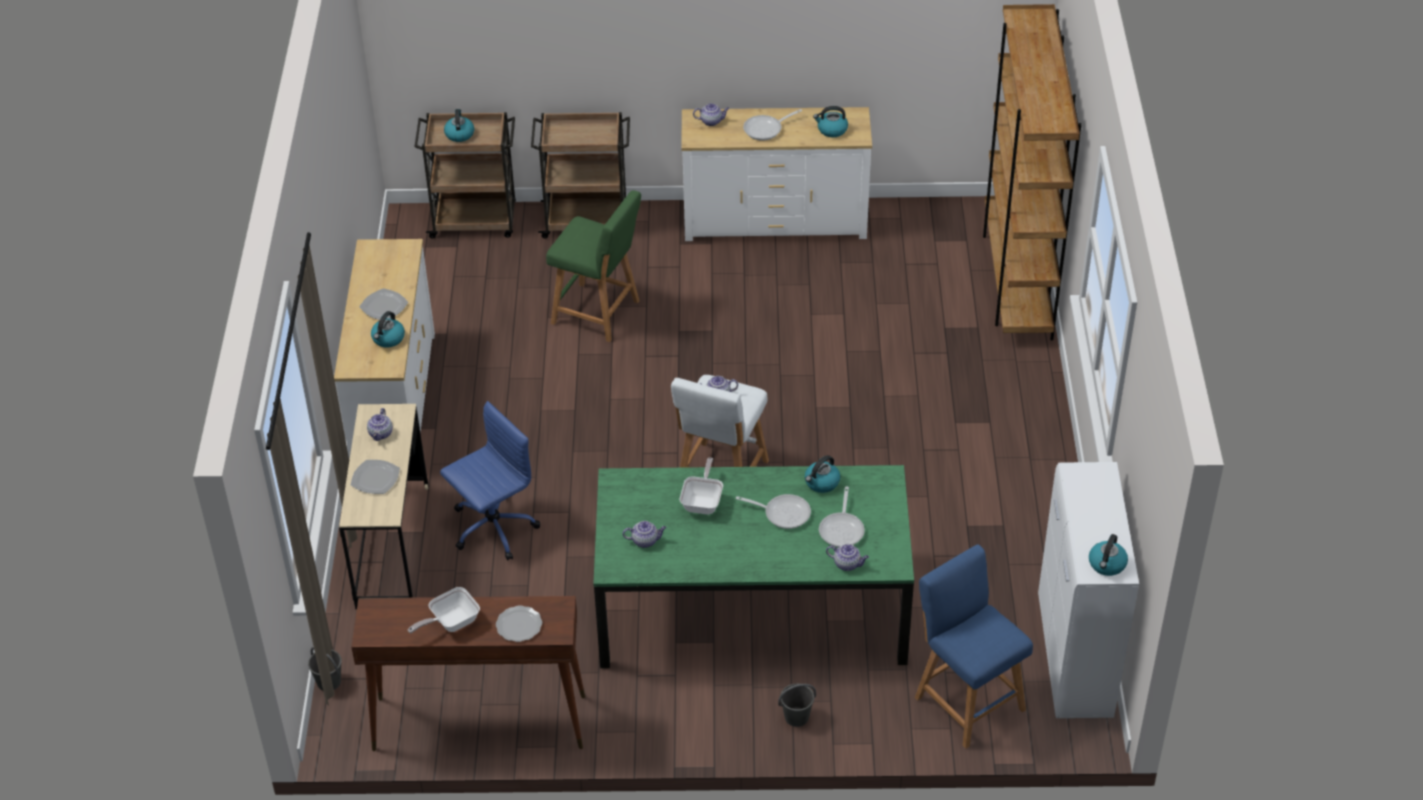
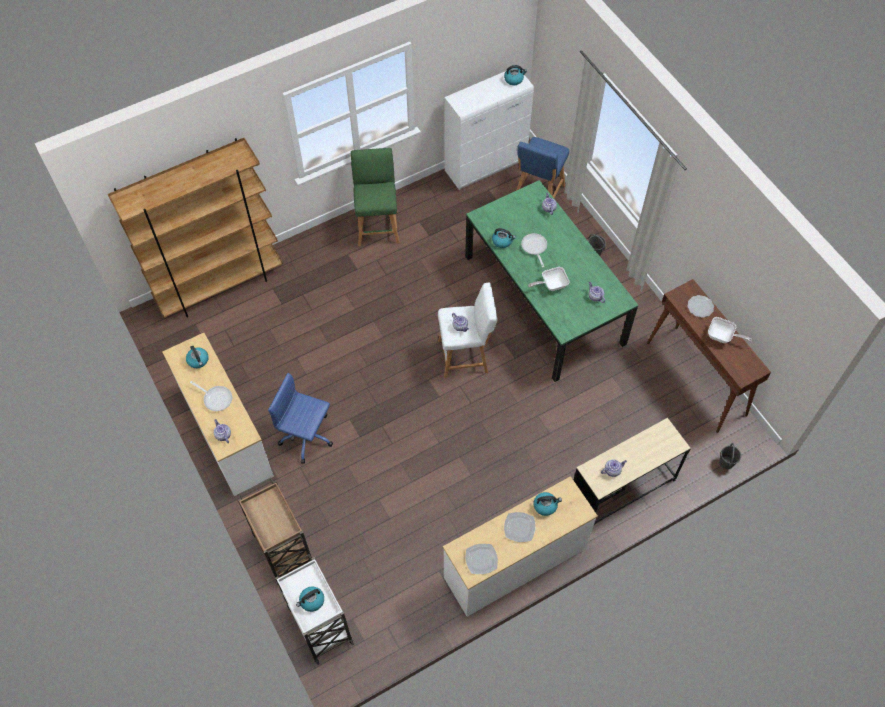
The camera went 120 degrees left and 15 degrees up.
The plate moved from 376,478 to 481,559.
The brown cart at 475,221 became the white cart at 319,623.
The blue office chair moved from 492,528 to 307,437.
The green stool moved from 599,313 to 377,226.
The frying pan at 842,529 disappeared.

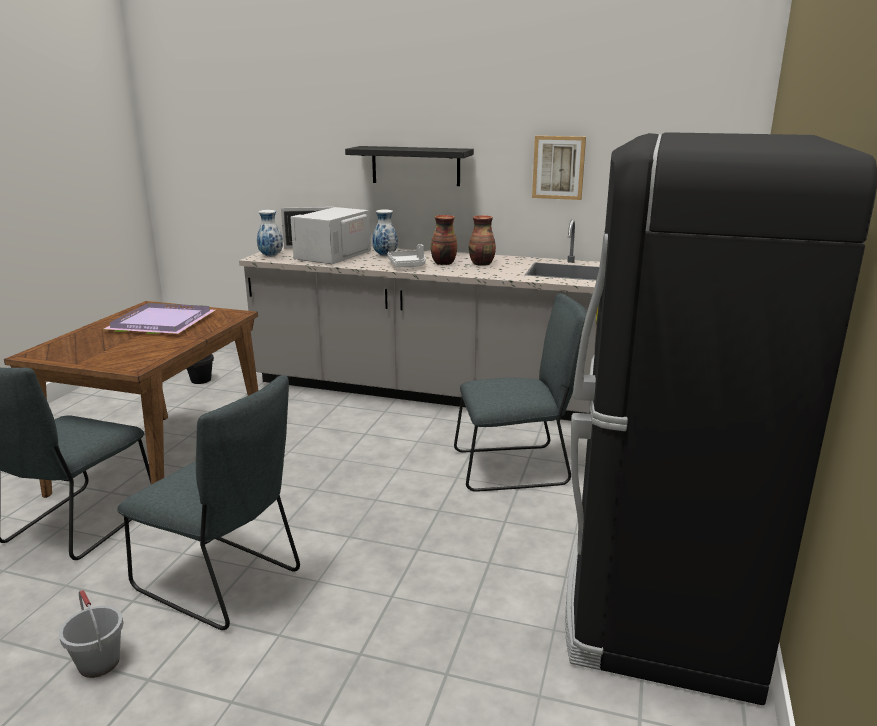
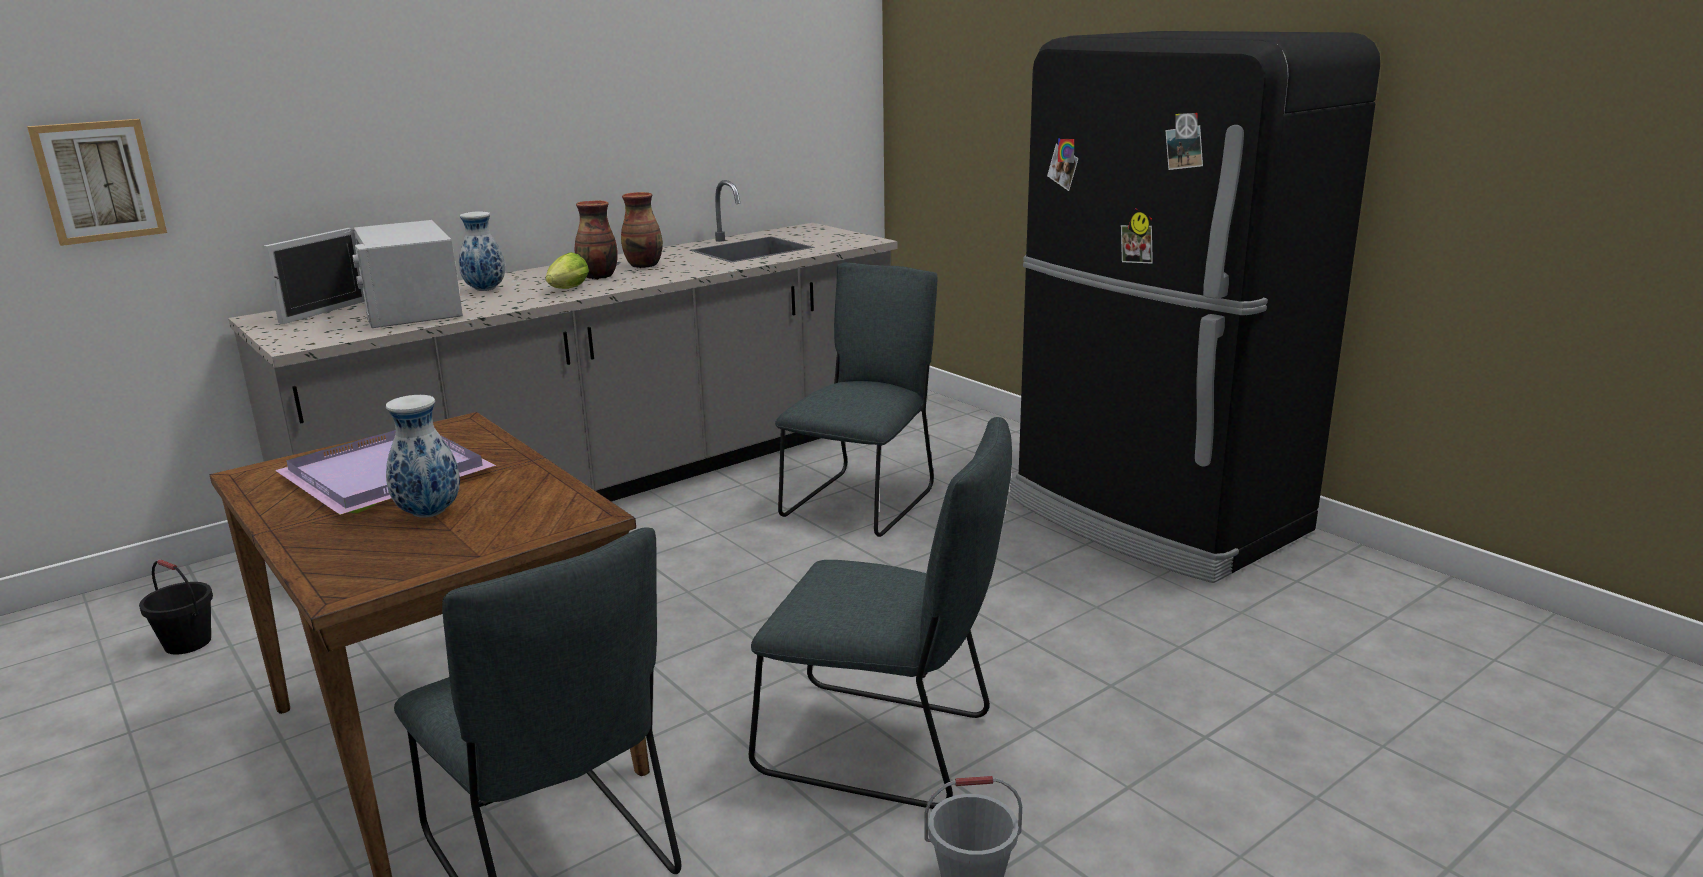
The camera went 55 degrees left and 0 degrees up.
The grey chair at 223,583 turned 45 degrees clockwise.
The vase moved from 271,256 to 429,513.
The black shelf at 415,166 disappeared.
The grey tray at 408,265 was replaced by the lettuce at 566,290.
The picture moved from 558,167 to 99,181.

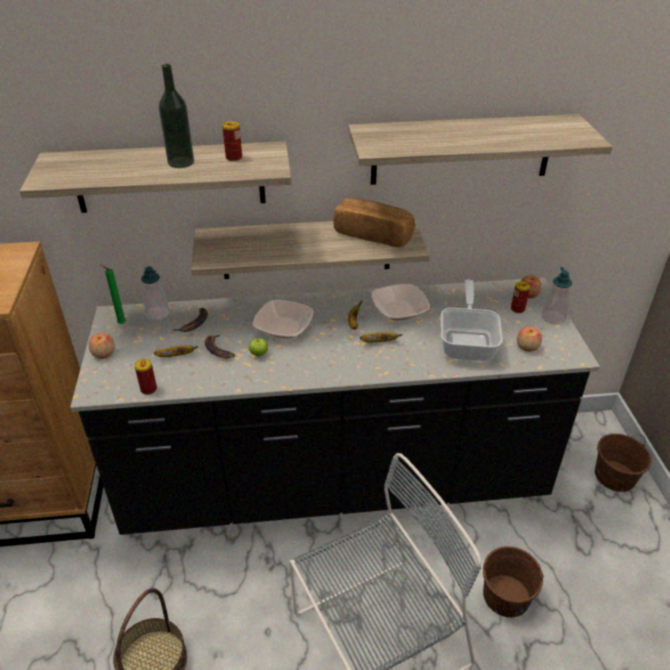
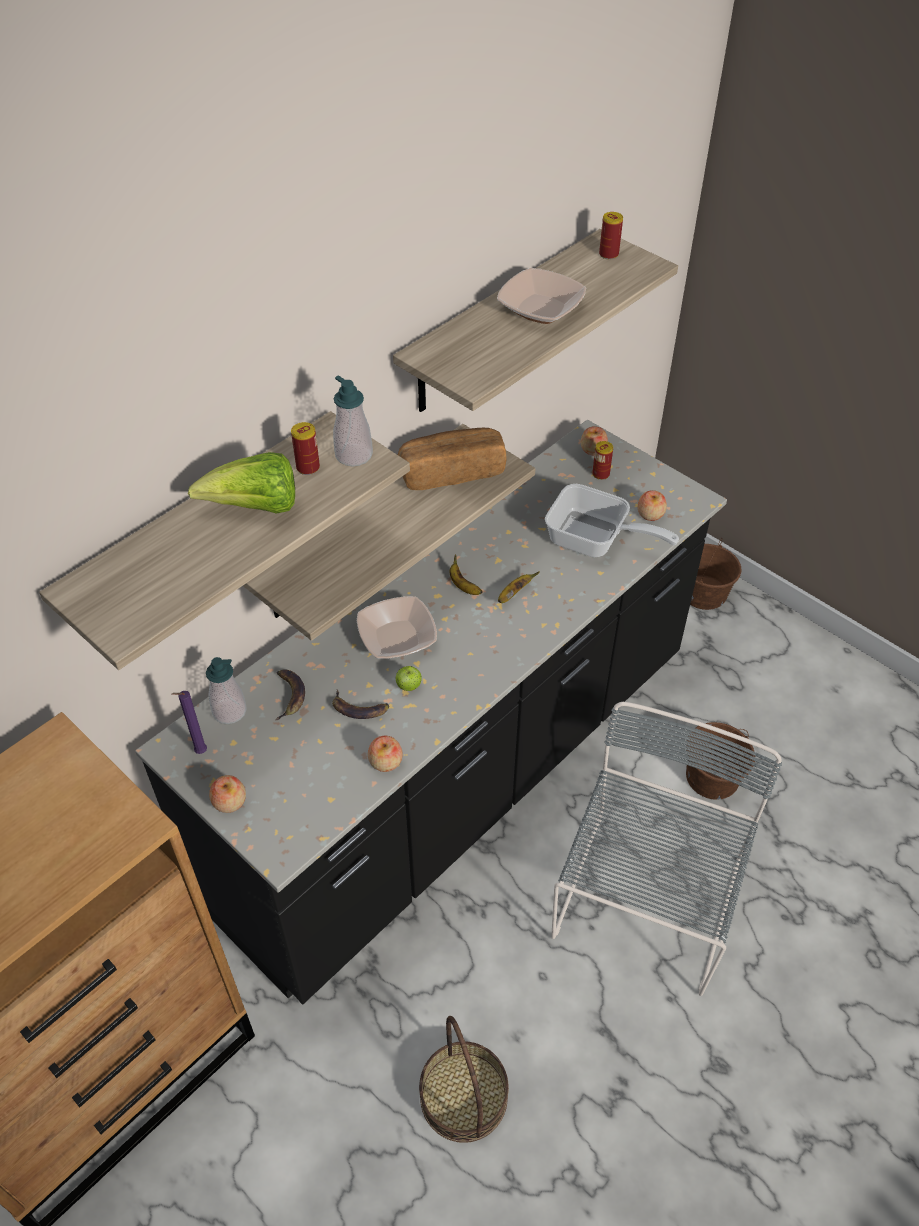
The camera went 40 degrees left and 10 degrees up.
The green candle at 120,323 became the purple candle at 199,752.
The can moved from 148,389 to 608,254.
The banana at 177,356 disappeared.
The bottle at 181,162 was replaced by the lettuce at 255,508.
The bowl moved from 399,310 to 540,309.
The frying pan at 468,342 turned 150 degrees clockwise.
The soap dispenser moved from 553,318 to 354,455.
The apple at 385,761 appeared.

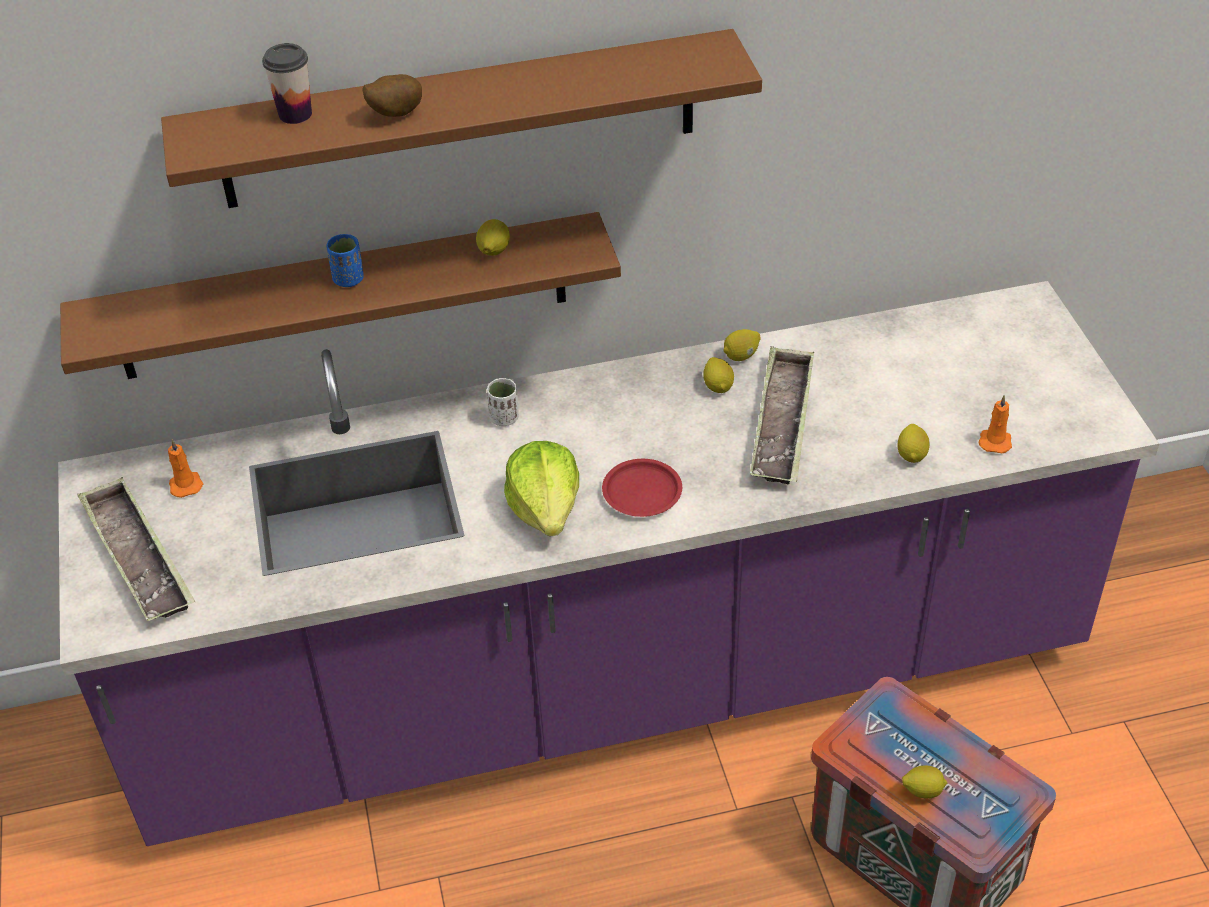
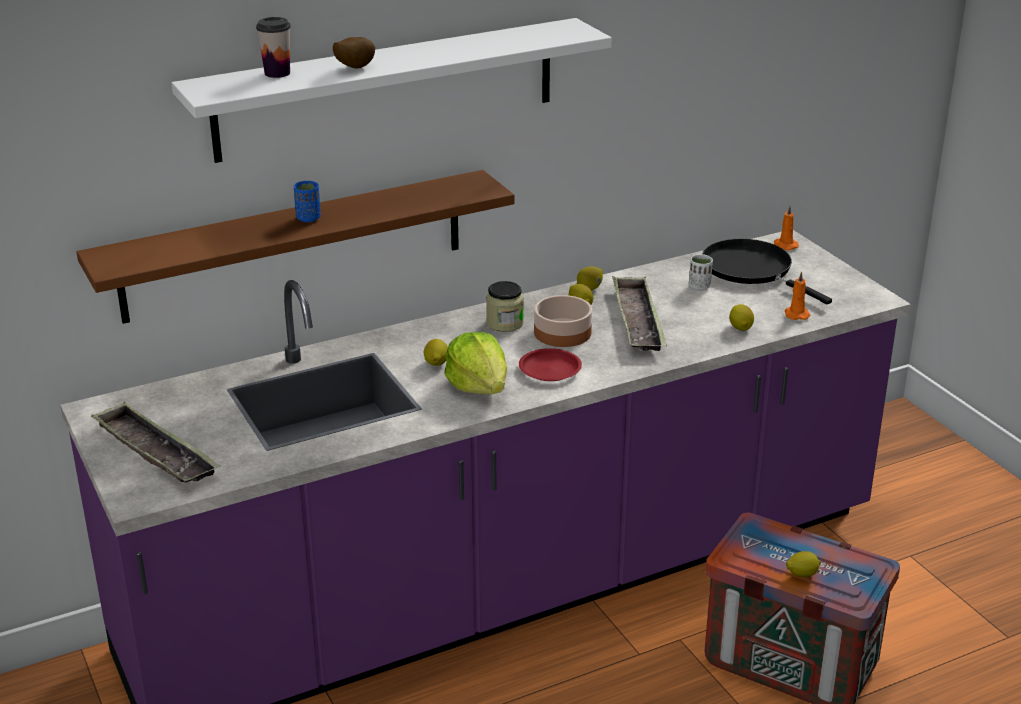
The camera went 15 degrees left and 15 degrees down.
The brown shelf at 459,120 became the white shelf at 387,89.
The orange candle moved from 185,484 to 784,245.
The lemon moved from 493,251 to 436,364.
The white cup moved from 504,418 to 699,287.
The jar at 505,323 appeared.
The bowl at 563,333 appeared.
The black frying pan at 751,270 appeared.

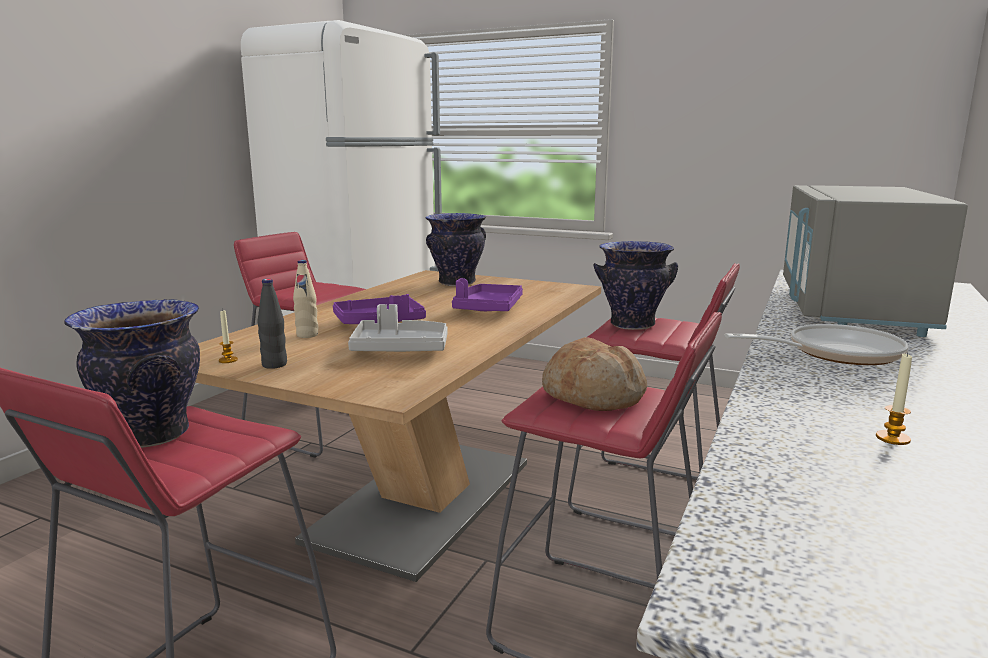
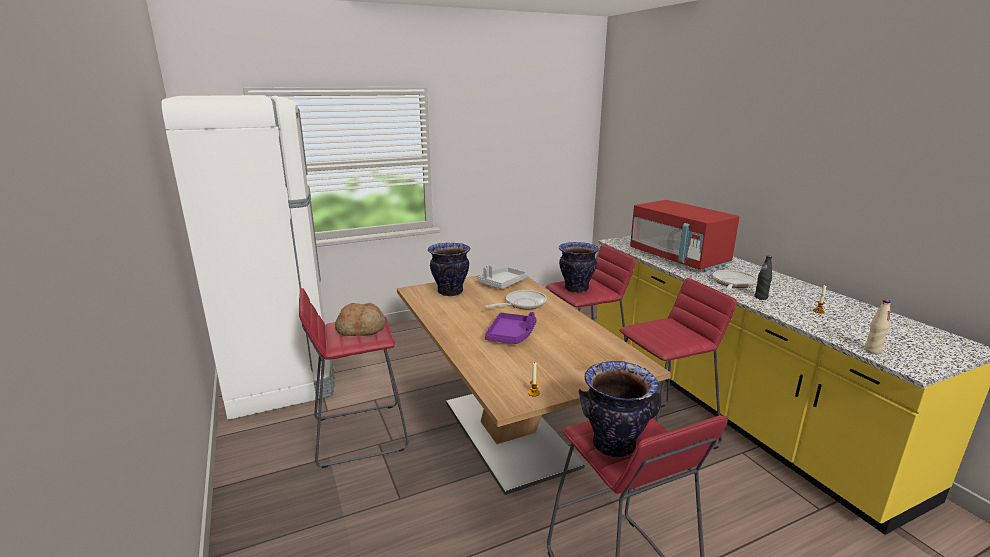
The camera went 50 degrees left and 5 degrees up.
The black bottle moved from 274,365 to 761,297.
The beige bottle moved from 307,335 to 872,350.
The grey tray moved from 400,349 to 502,283.
The purple tray at 488,308 was replaced by the frying pan at 522,304.
The bread moved from 593,396 to 361,329.
The grey microwave at 849,309 became the red microwave at 678,259.

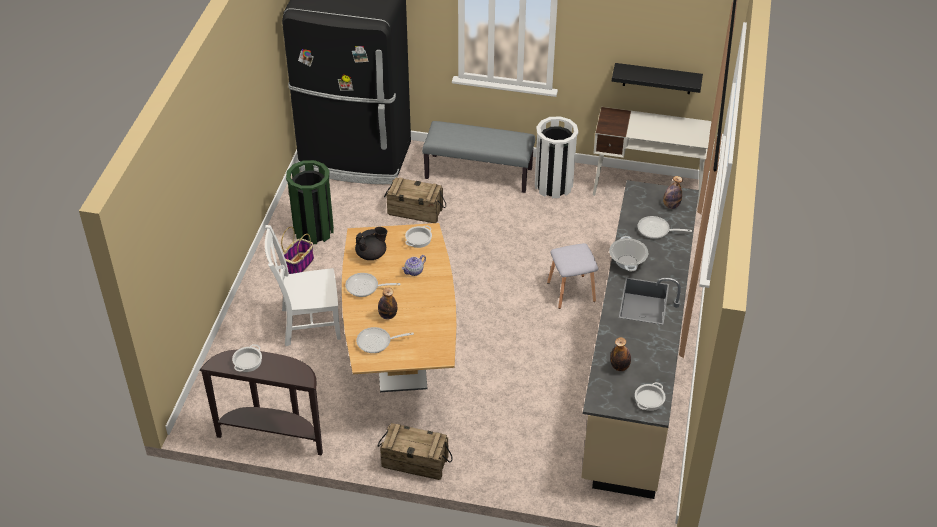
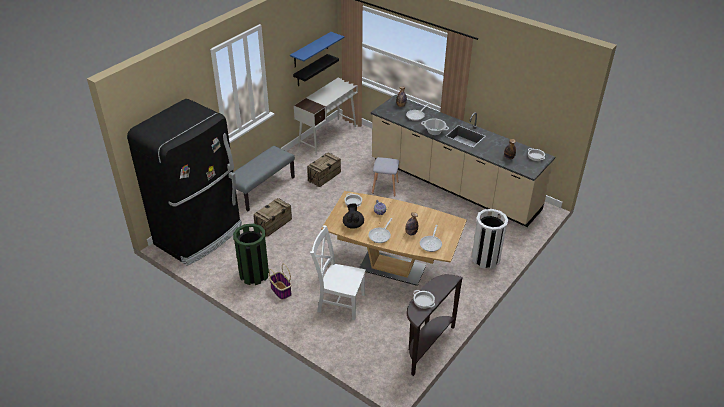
The camera went 65 degrees left and 5 degrees down.
The white chair at 307,324 turned 90 degrees clockwise.
The crate moved from 415,462 to 324,176.
The white trash can moved from 553,185 to 485,259.
The blue shelf at 311,50 appeared.

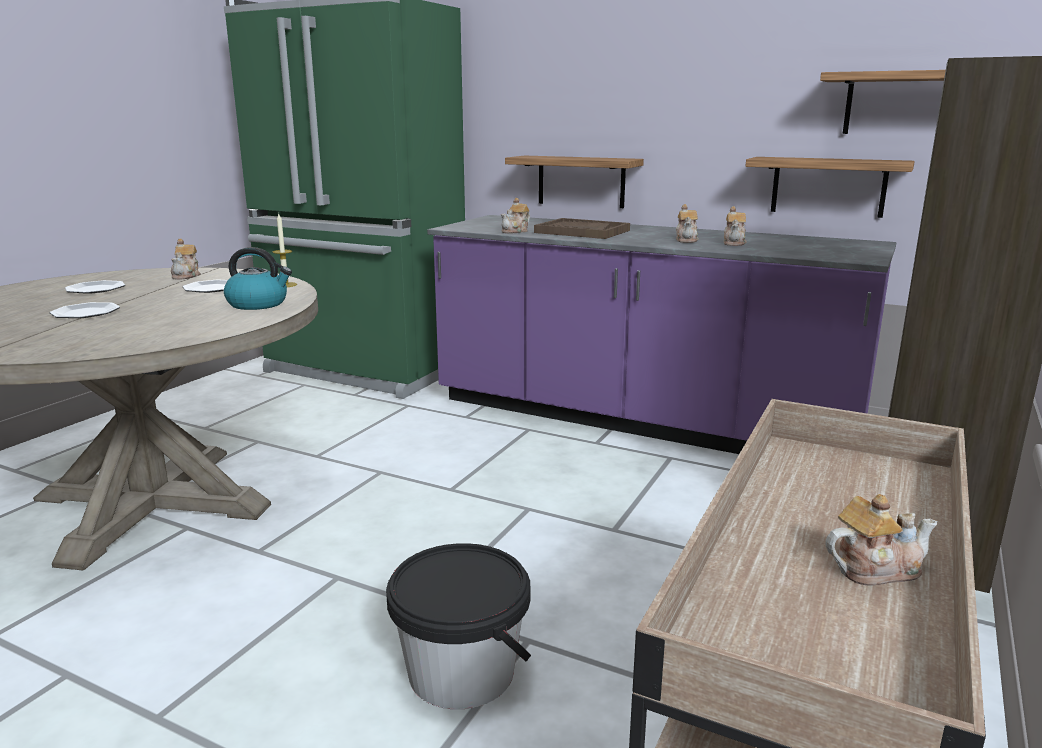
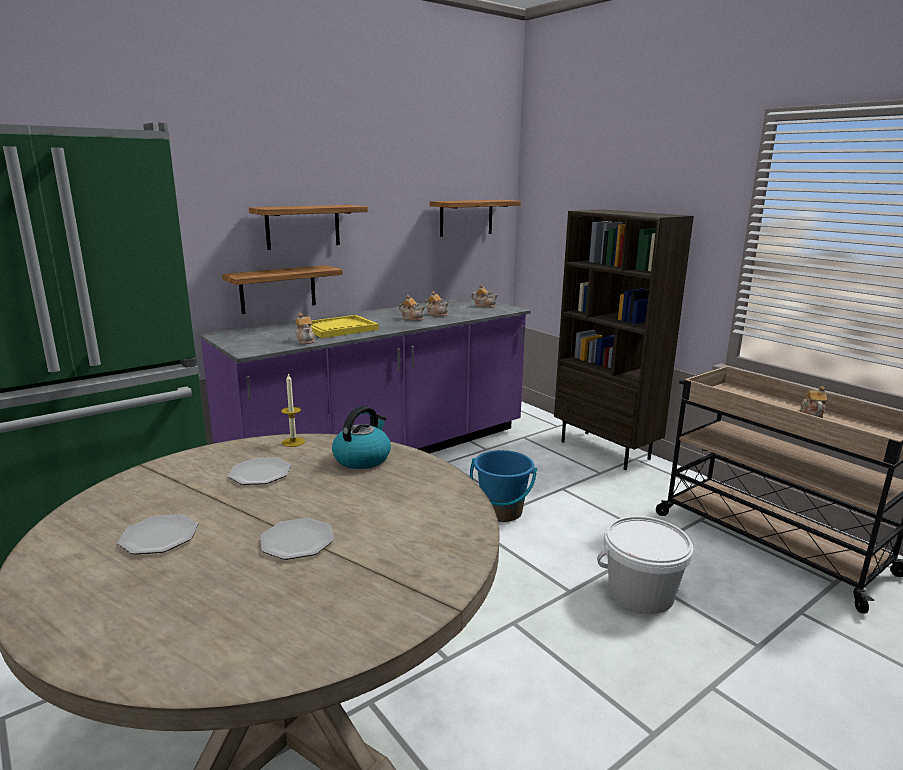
The camera went 65 degrees left and 0 degrees up.
The teapot moved from 187,276 to 484,306.
The black bucket at 461,672 became the white bucket at 641,593.
The brown tray at 582,231 became the yellow tray at 339,329.
The shelf moved from 828,186 to 303,226.
The blue bucket at 501,512 appeared.

